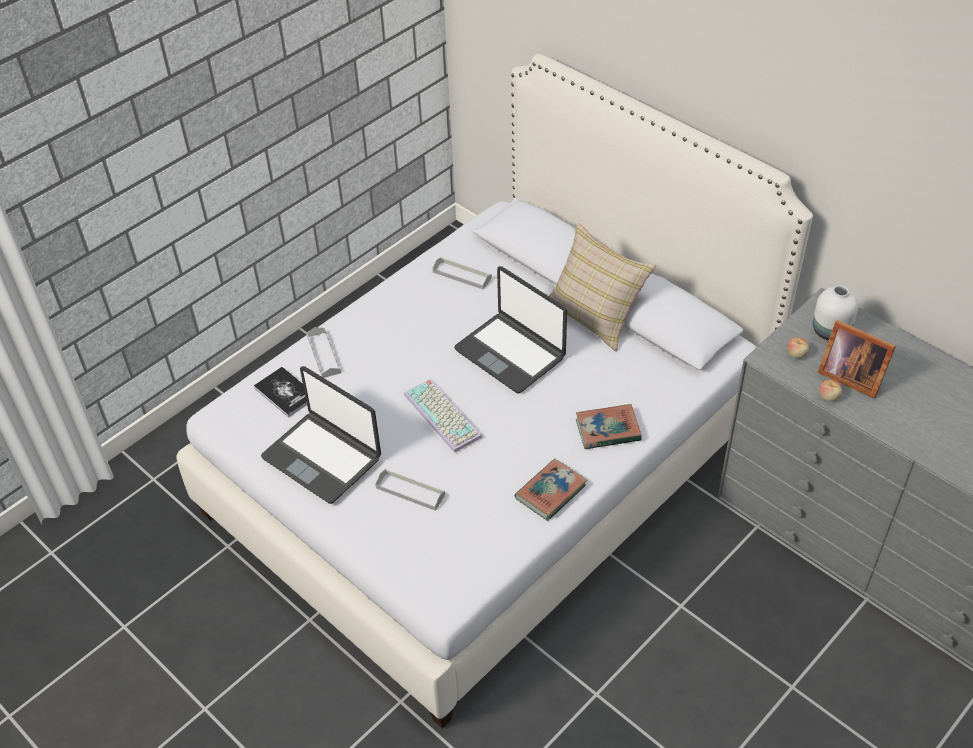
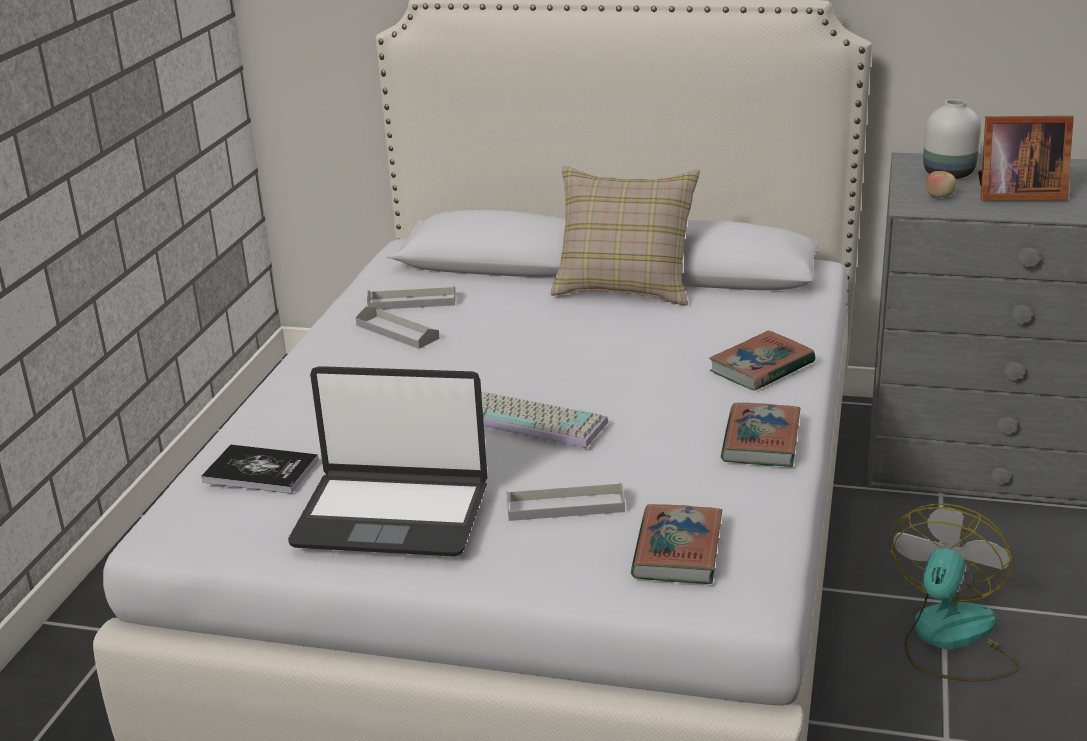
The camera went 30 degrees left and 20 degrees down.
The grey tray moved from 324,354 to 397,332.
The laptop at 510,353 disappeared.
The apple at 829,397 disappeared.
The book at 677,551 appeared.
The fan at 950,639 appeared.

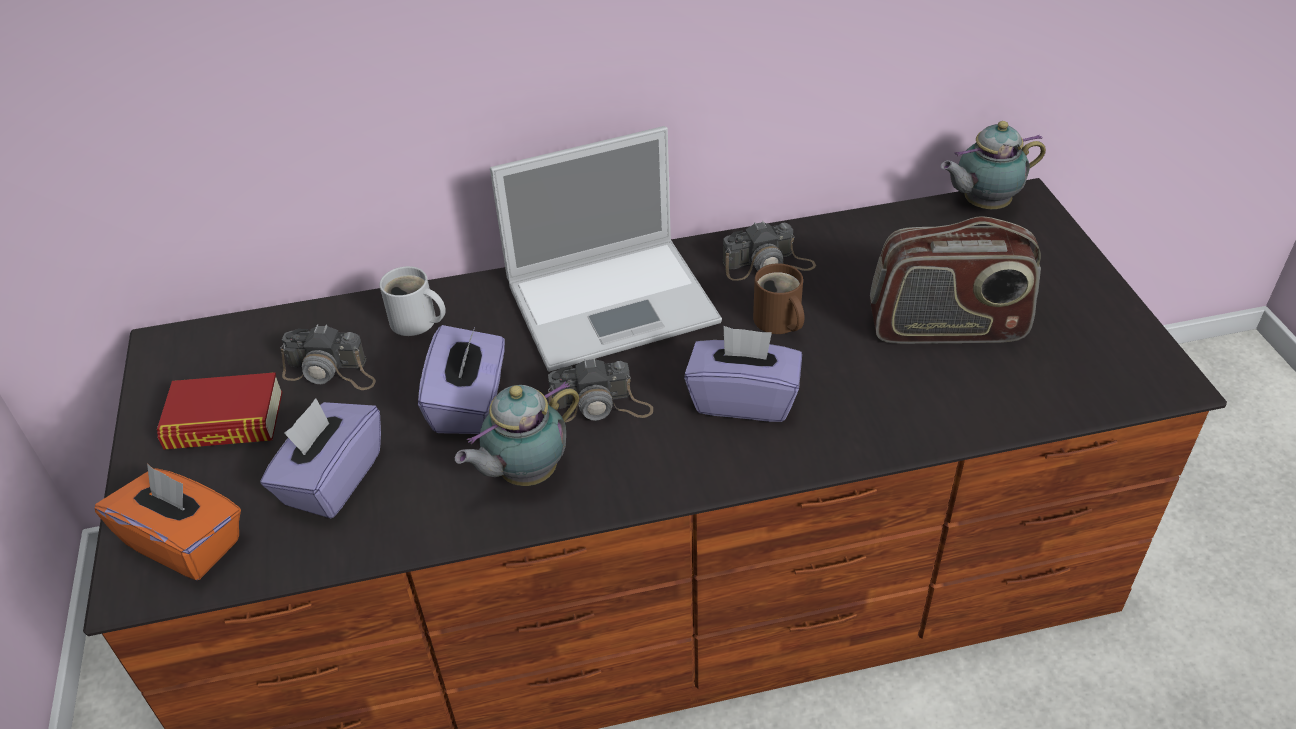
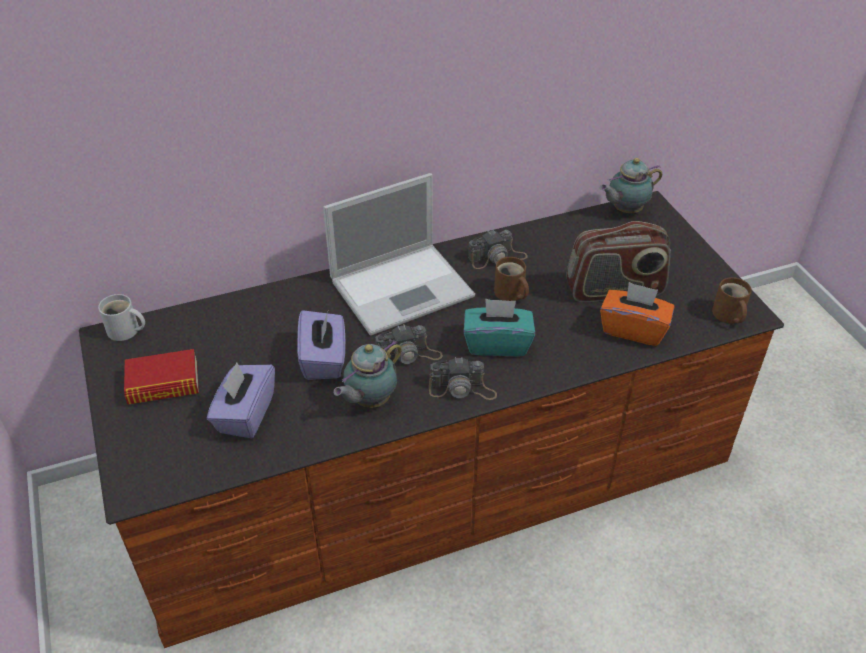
The camera went 10 degrees left and 0 degrees up.
The orange tissue box moved from 186,542 to 633,329.
The photo camera moved from 331,372 to 462,388.
The white mug moved from 416,323 to 125,331.
The purple tissue box at 743,399 became the turquoise tissue box at 497,343.
The brown mug at 728,315 appeared.

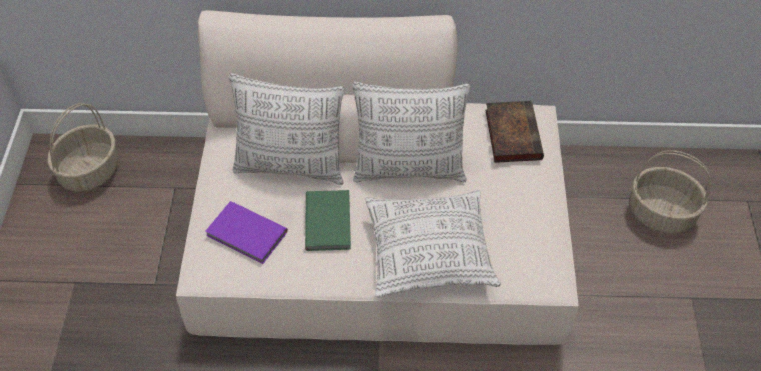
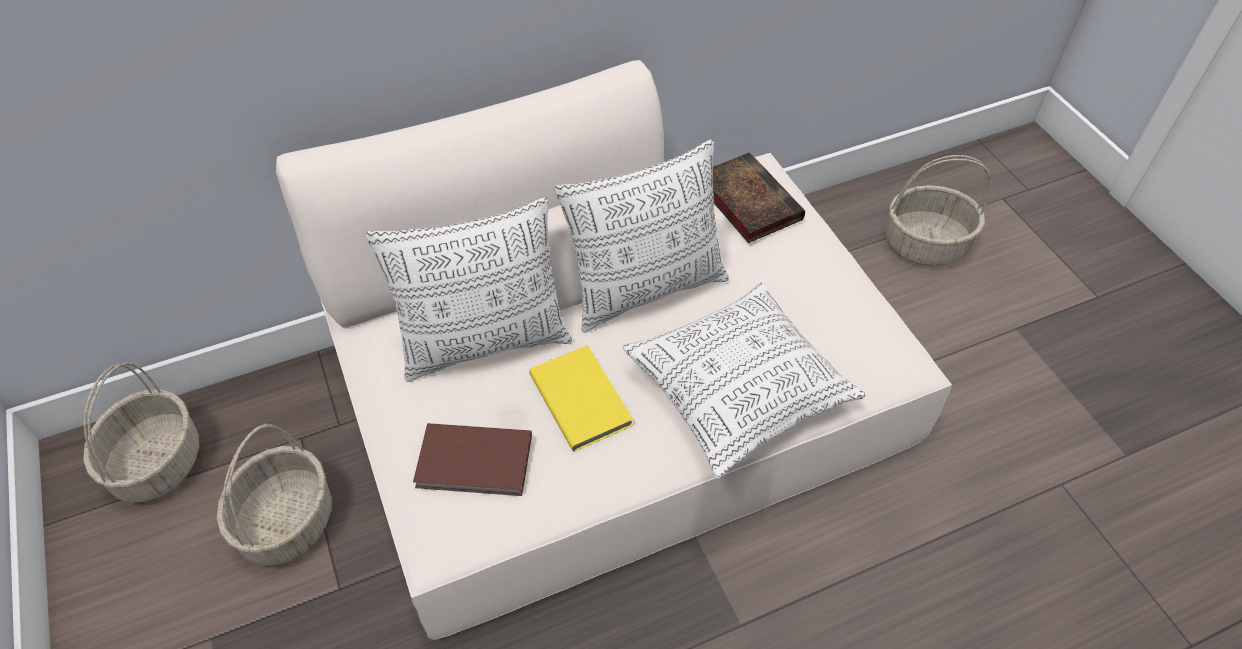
The camera went 25 degrees left and 0 degrees up.
The purple book at 246,235 became the brown book at 475,463.
The green book at 329,221 became the yellow book at 582,398.
The basket at 287,523 appeared.

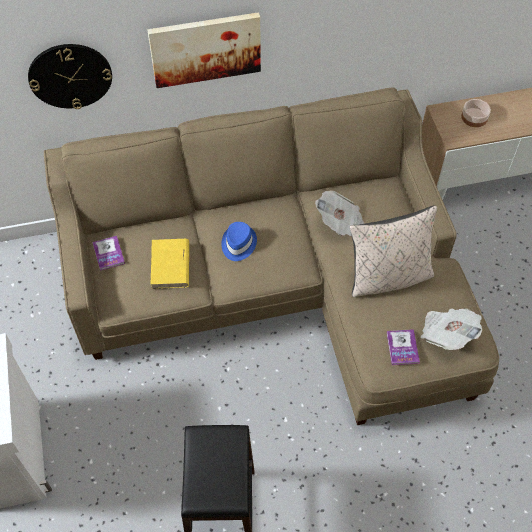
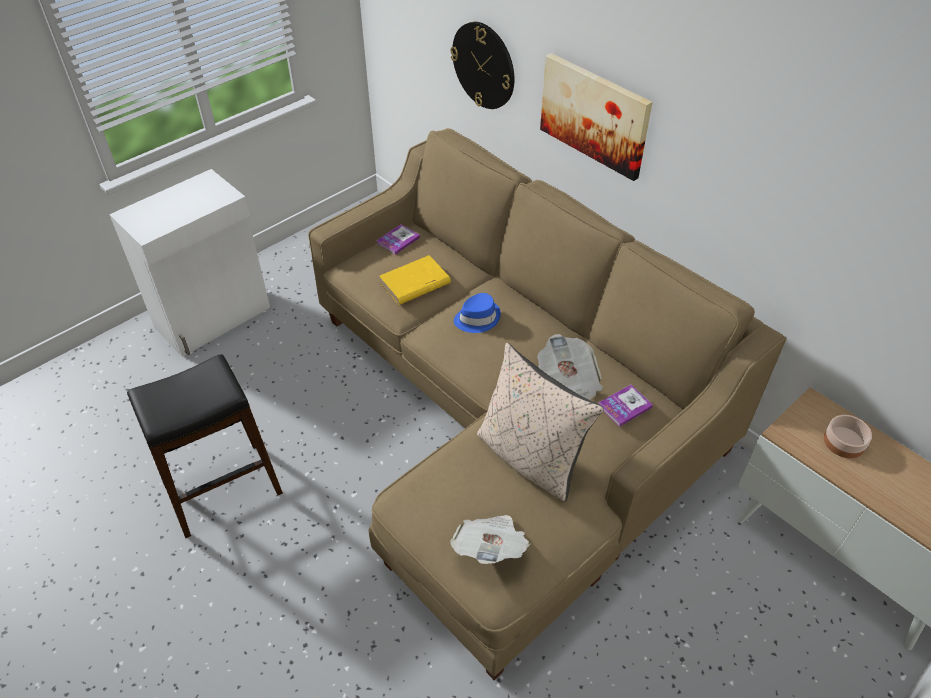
The camera went 60 degrees right and 10 degrees down.
The book moved from 402,348 to 624,406.

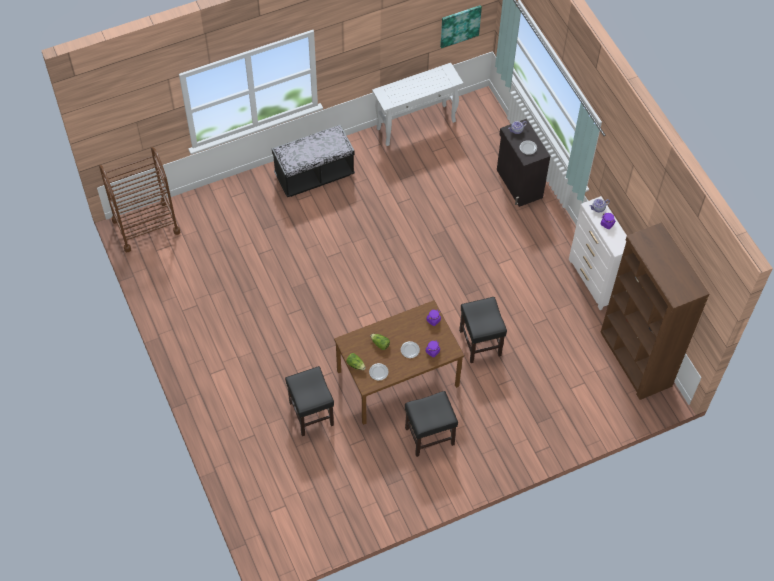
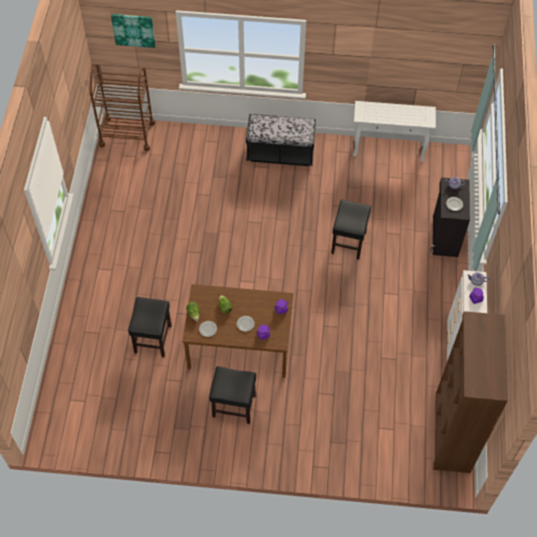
The camera went 30 degrees right and 0 degrees up.
The picture moved from 460,25 to 133,30.
The black stool moved from 480,343 to 348,243.

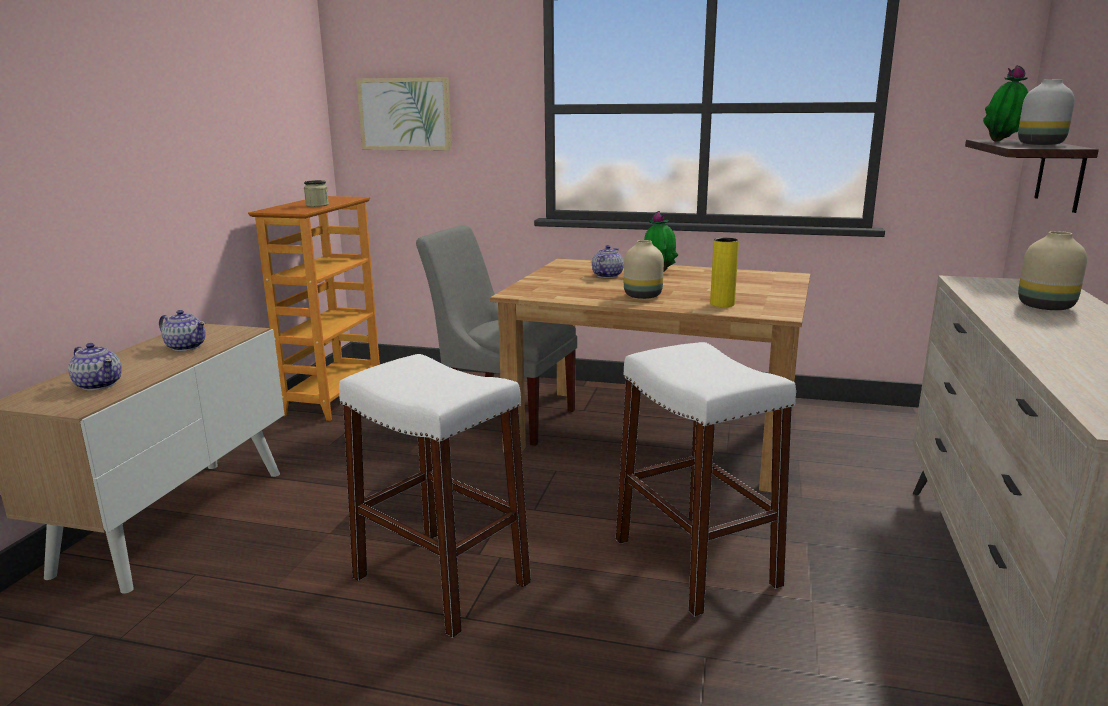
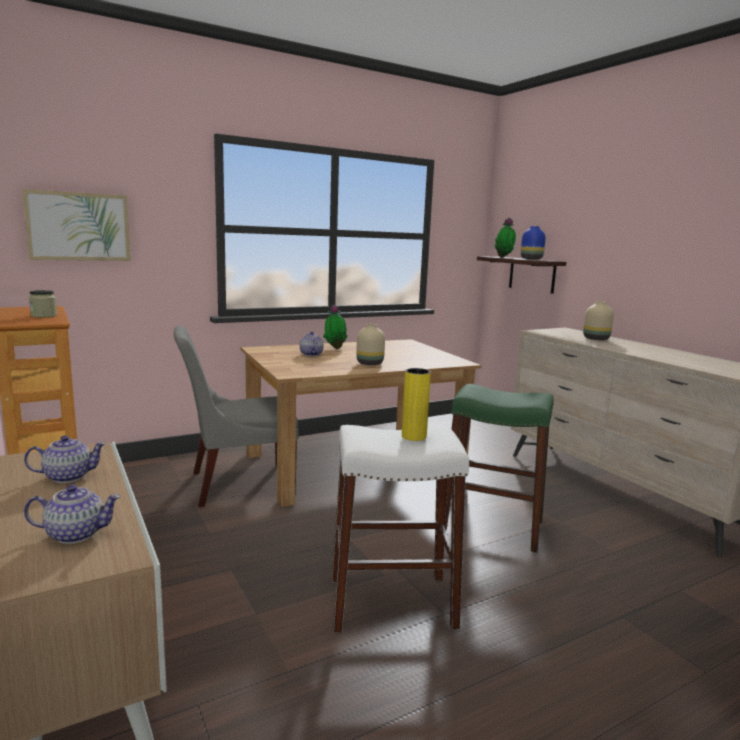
The camera went 45 degrees left and 5 degrees down.
The white stool at 695,562 became the green stool at 492,526.
The yellow vase moved from 722,304 to 414,436.
The white vase at 1039,144 became the blue vase at 531,259.

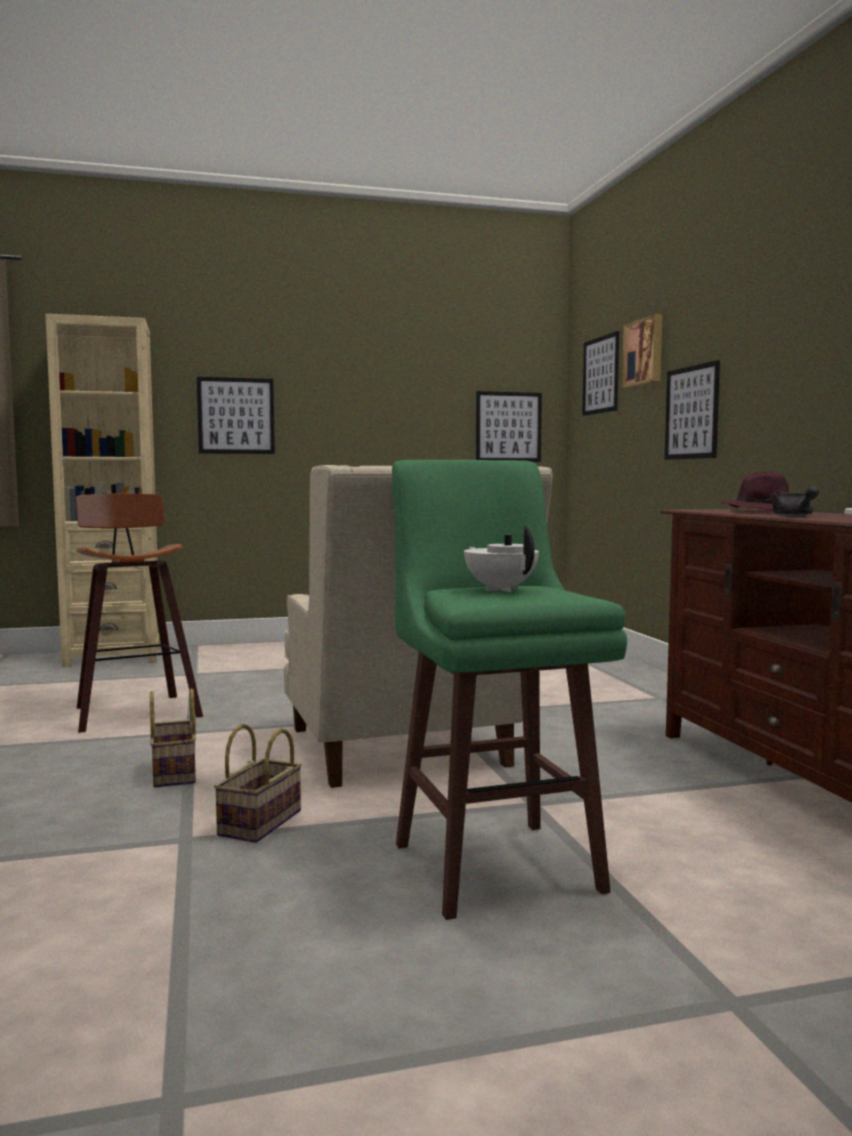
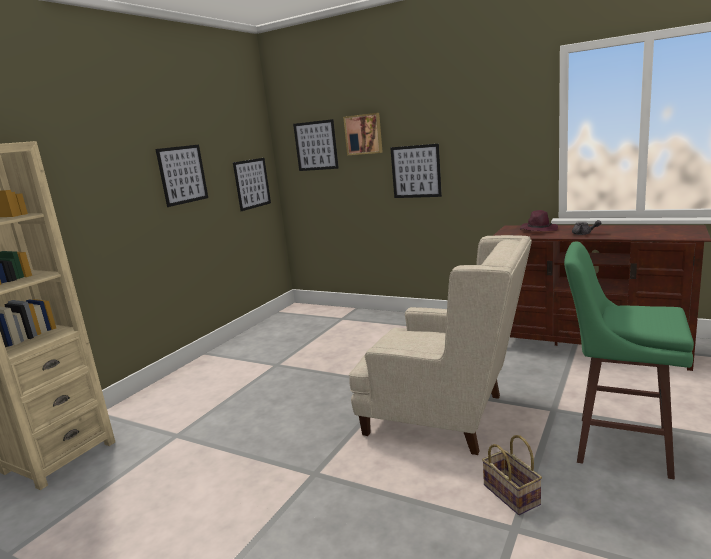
The camera went 45 degrees left and 10 degrees up.
The stool at 133,711 disappeared.
The basket at 175,774 disappeared.
The picture moved from 236,416 to 182,175.
The white teapot at 500,589 disappeared.

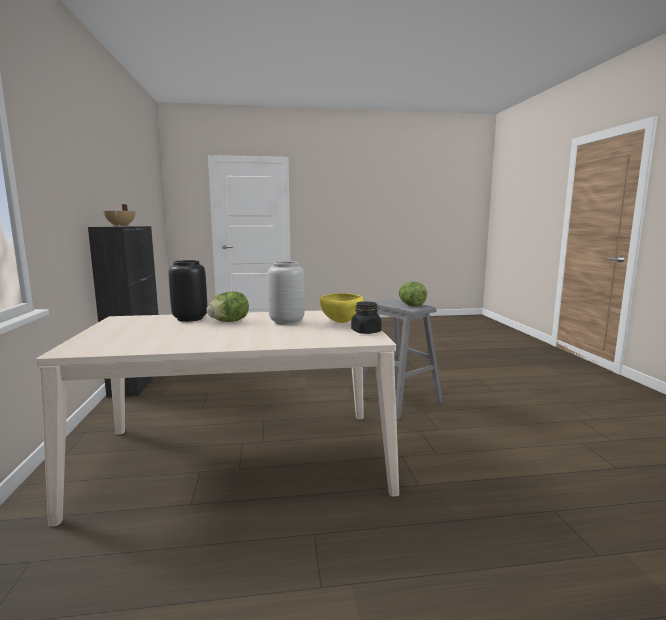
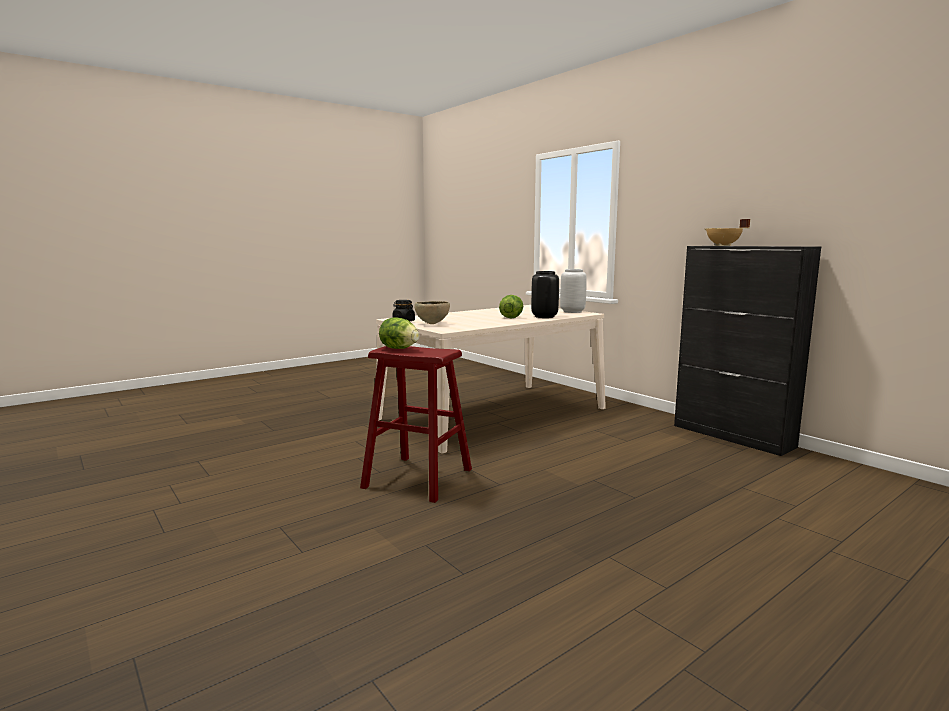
The camera went 150 degrees right and 0 degrees up.
The grey vase moved from 286,322 to 572,311.
The yellow bowl at 341,322 became the brown bowl at 432,324.
The grey stool at 398,400 became the red stool at 418,478.

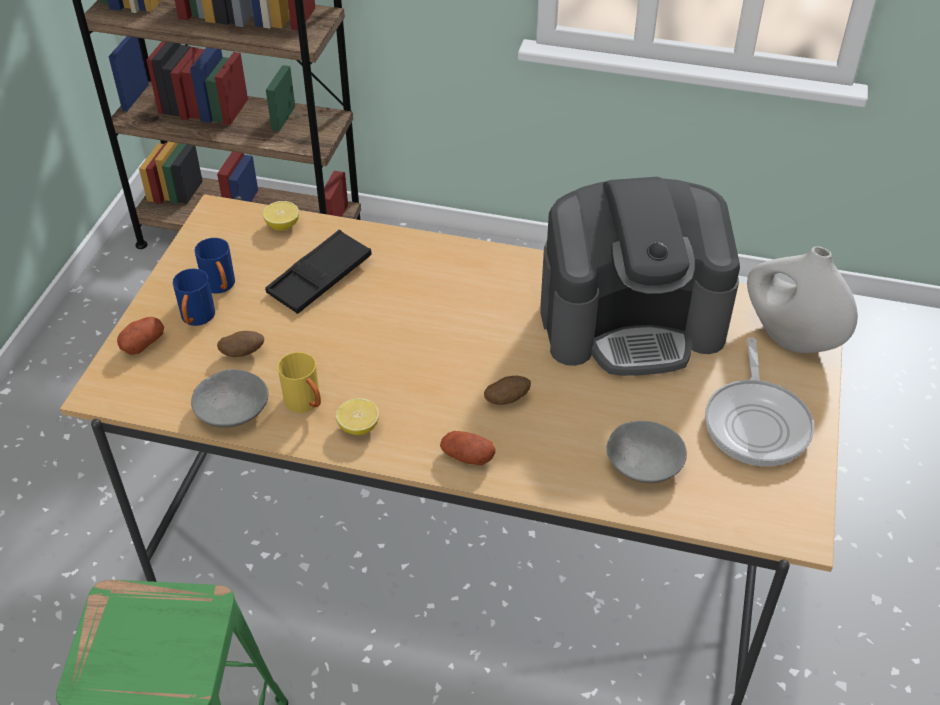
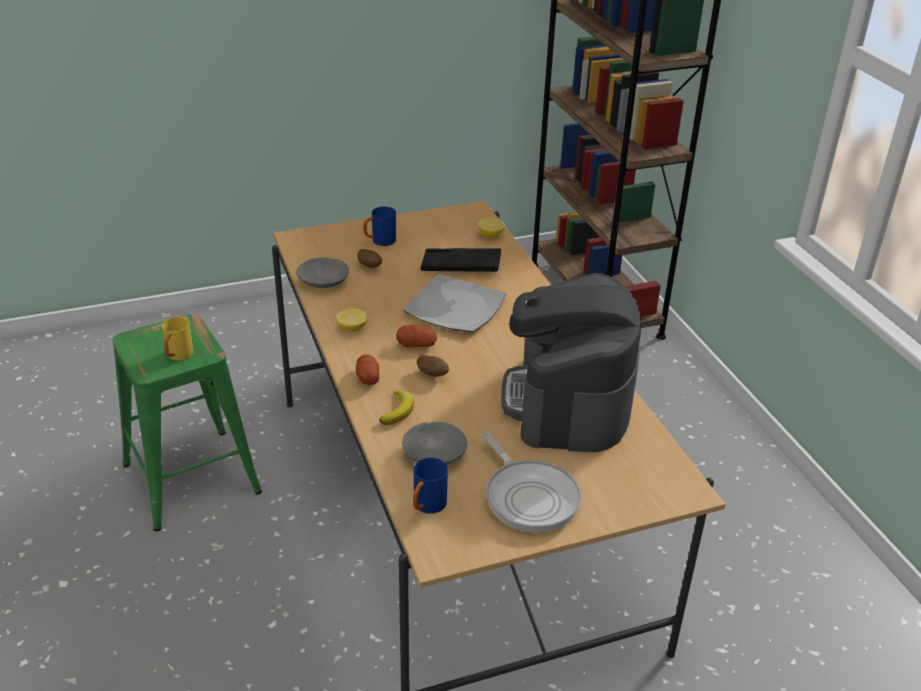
The camera went 55 degrees right and 10 degrees down.
The potato moved from 143,344 to 416,345.
The blue mug moved from 221,287 to 426,507.
The yellow mug moved from 306,404 to 177,356.
The coffee machine at 631,321 turned 45 degrees clockwise.
The frying pan at 756,422 turned 90 degrees counterclockwise.
The white vase at 789,338 disappeared.
The banana at 398,410 appeared.
The plate at 456,307 appeared.

